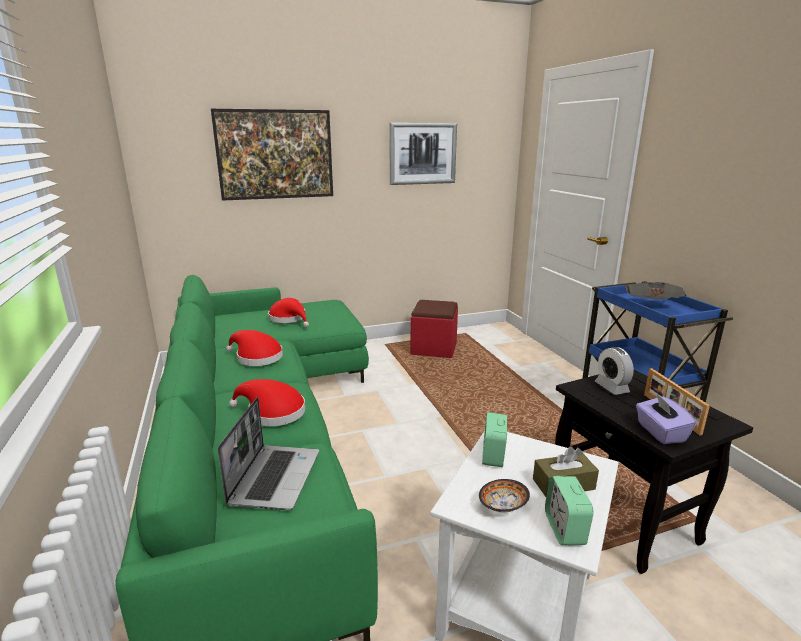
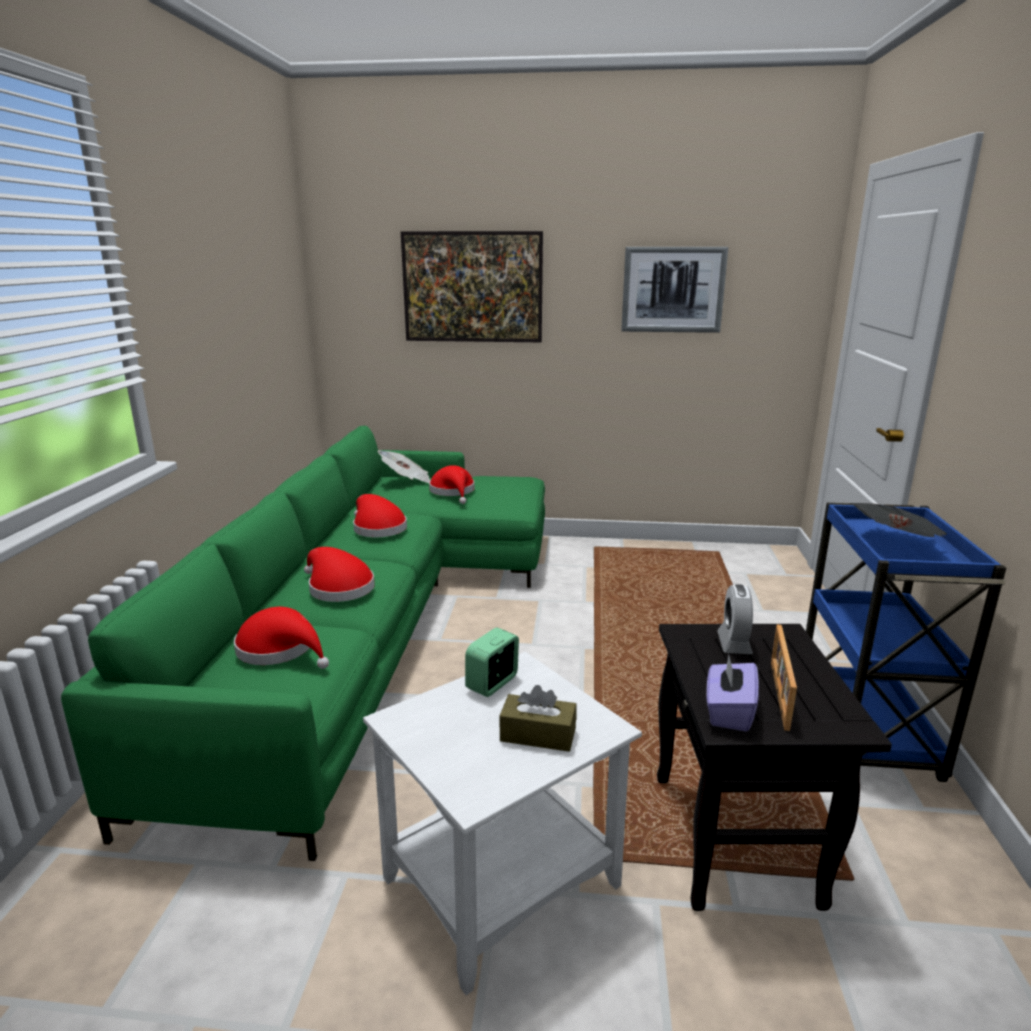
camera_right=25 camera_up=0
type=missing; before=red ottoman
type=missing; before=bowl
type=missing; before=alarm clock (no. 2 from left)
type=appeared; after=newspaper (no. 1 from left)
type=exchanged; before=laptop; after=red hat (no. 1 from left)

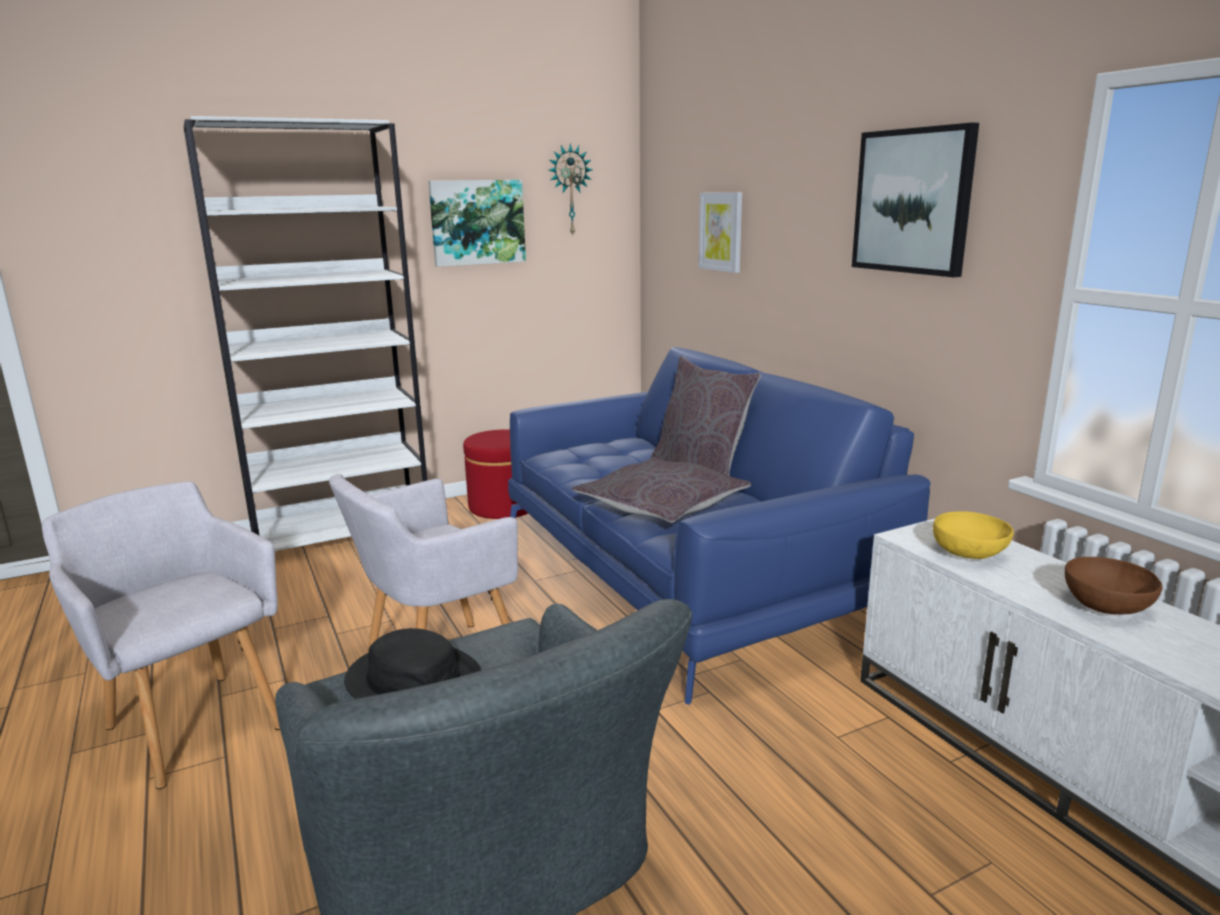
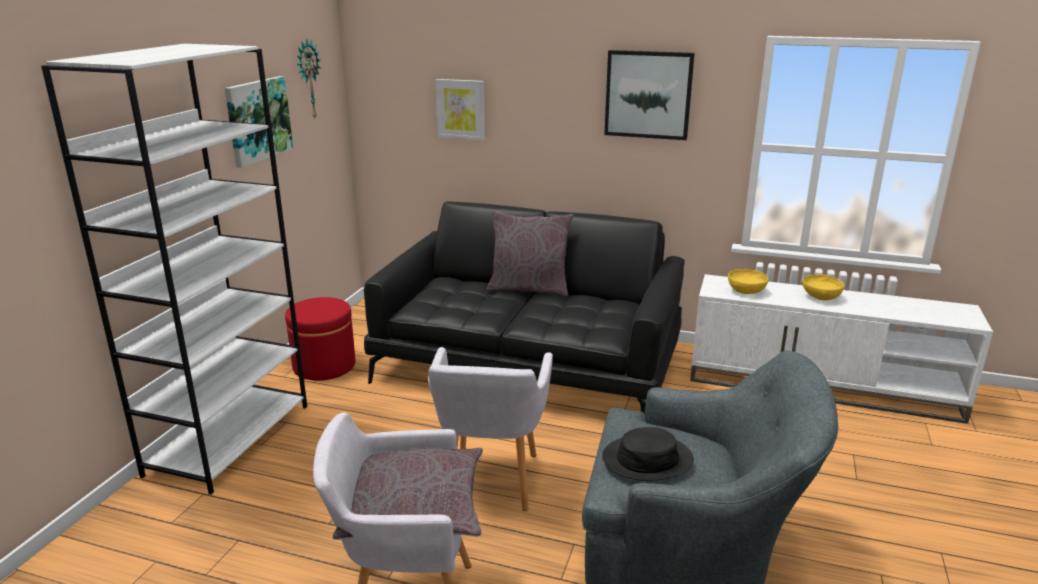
camera_right=-45 camera_up=5
type=relocated; before=grey pillow (no. 1 from left)
type=colour; before=blue sofa; after=black sofa
type=colour; before=brown bowl; after=yellow bowl (no. 2 from left)

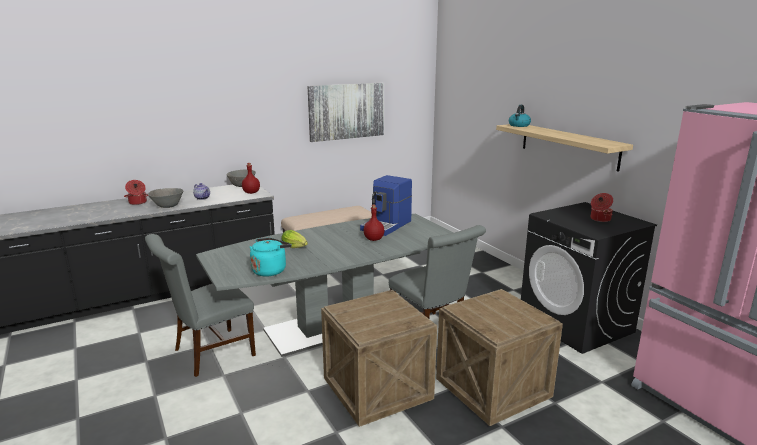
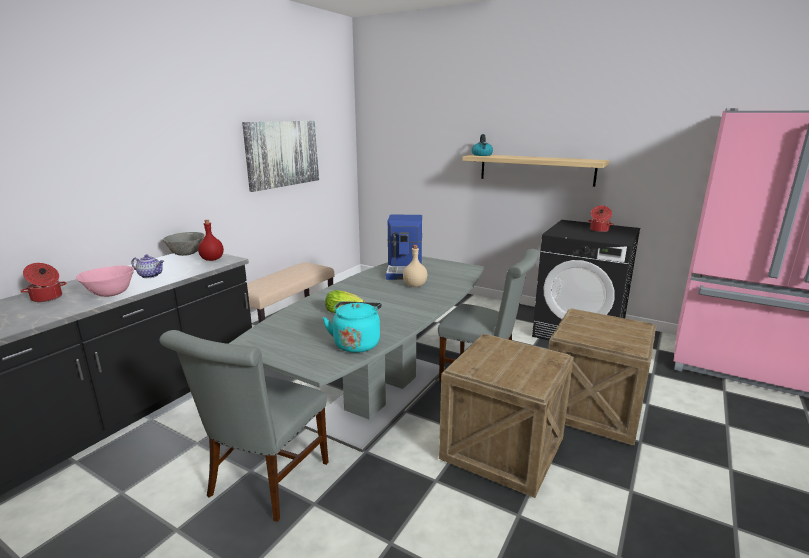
camera_right=-30 camera_up=0
type=colour; before=grey bowl (no. 1 from left); after=pink bowl
type=colour; before=red bottle (no. 2 from left); after=beige bottle

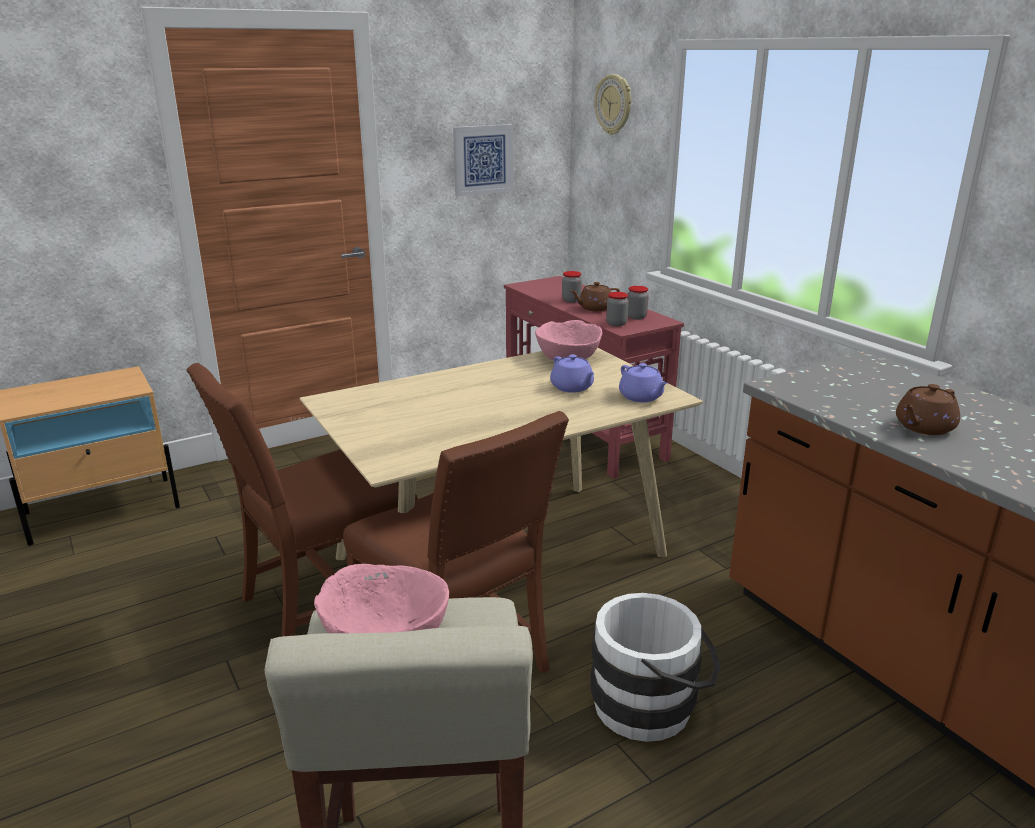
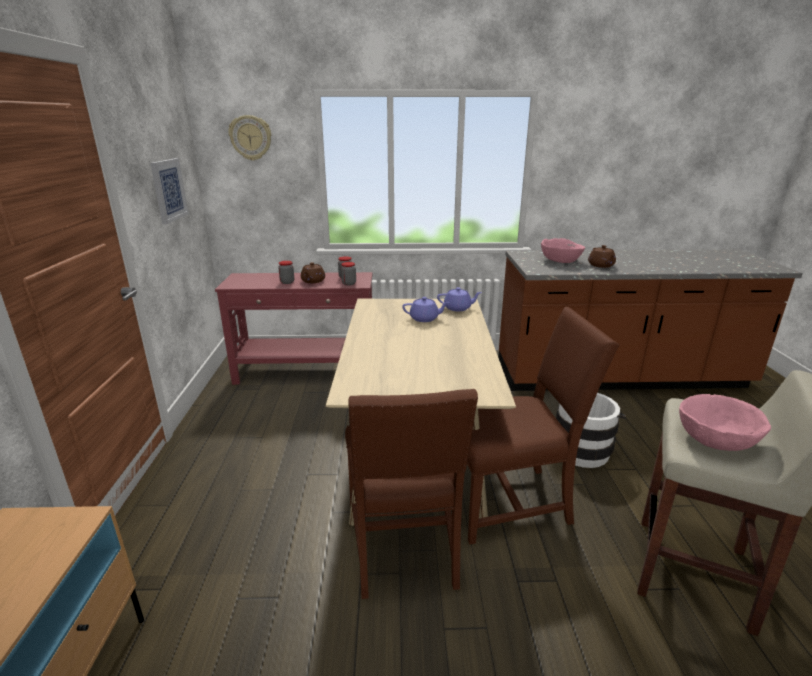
camera_right=-60 camera_up=0
type=relocated; before=pink bowl (no. 2 from left in the first image); after=pink bowl (no. 1 from left)

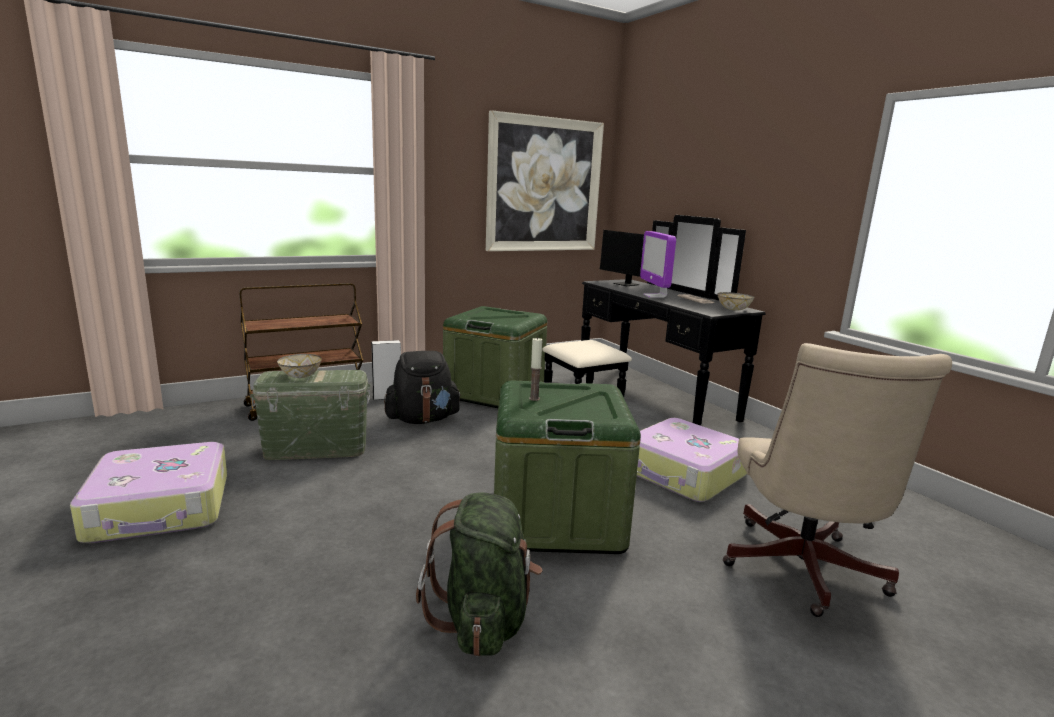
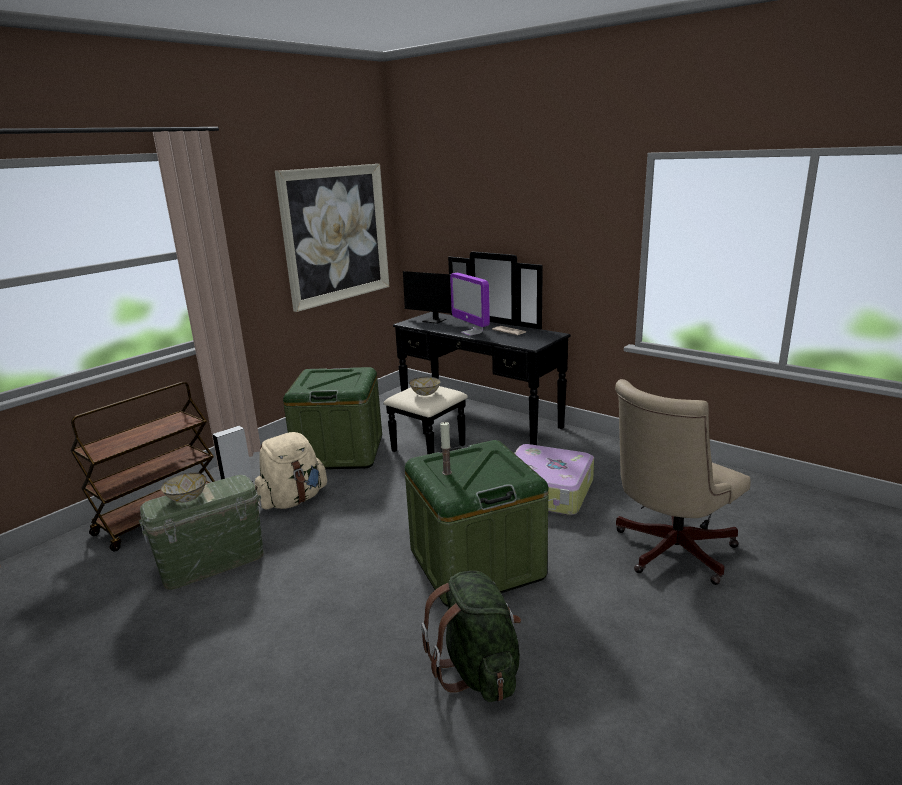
camera_right=-20 camera_up=5
type=missing; before=suitcase (no. 1 from left)
type=relocated; before=bowl (no. 2 from left)
type=colour; before=black backpack; after=beige backpack
type=spun; before=beige office chair; turn=60

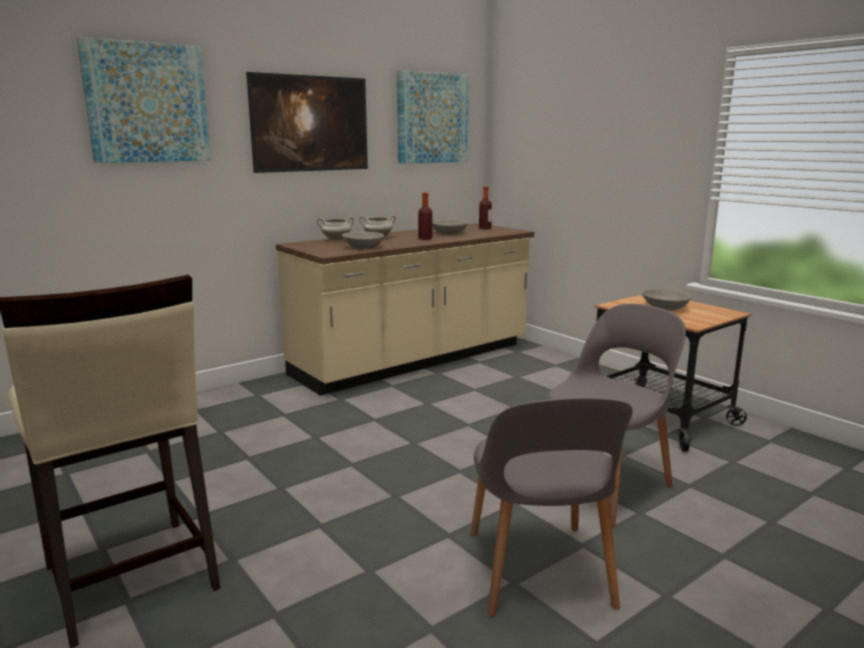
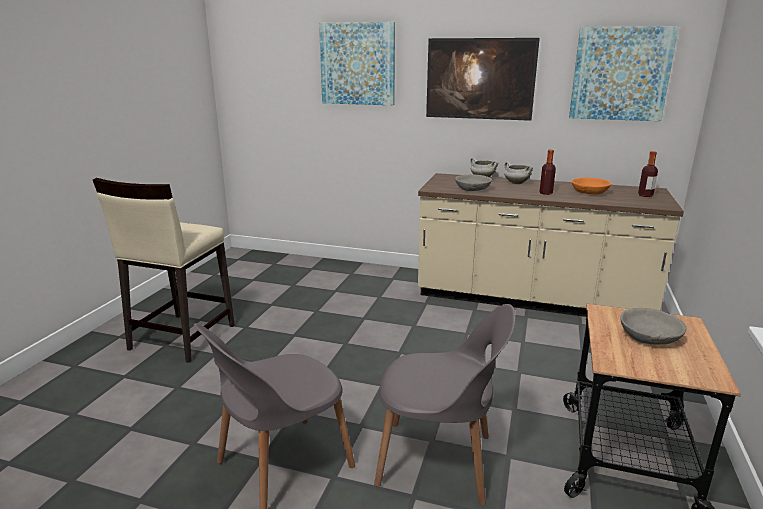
camera_right=55 camera_up=5
type=colour; before=grey bowl (no. 2 from left); after=orange bowl

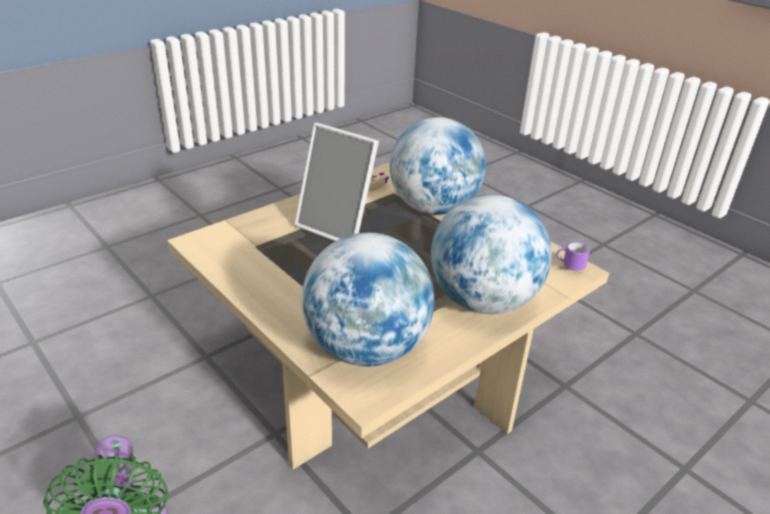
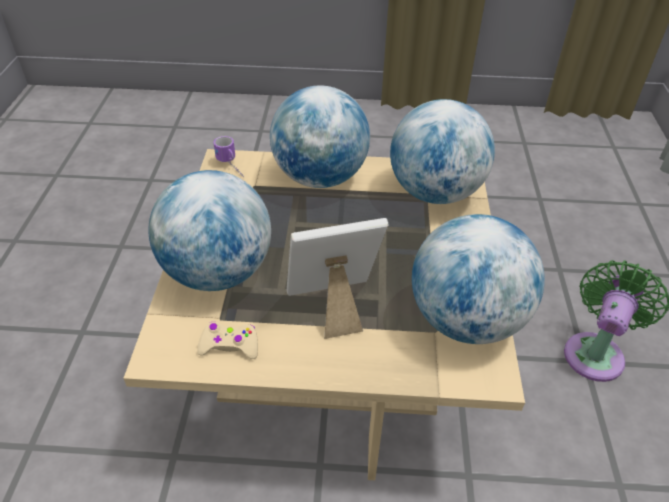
camera_right=-135 camera_up=10
type=appeared; after=globe (no. 4 from left)
type=spun; before=picture frame; turn=-90

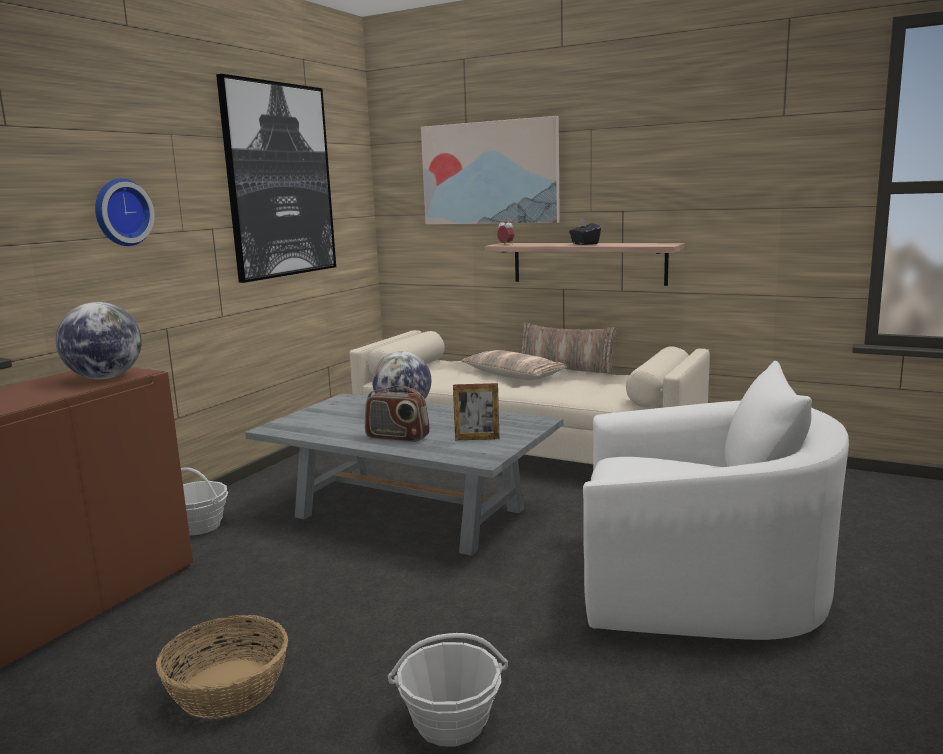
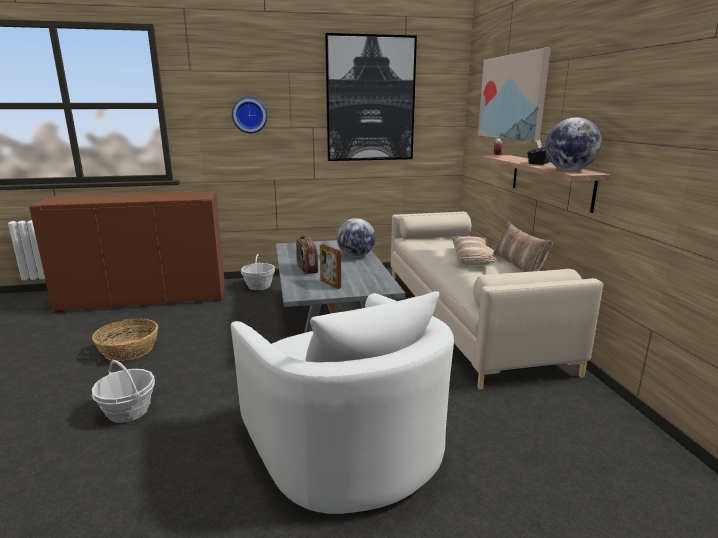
camera_right=50 camera_up=5
type=relocated; before=globe (no. 1 from left in the first image); after=globe (no. 2 from left)

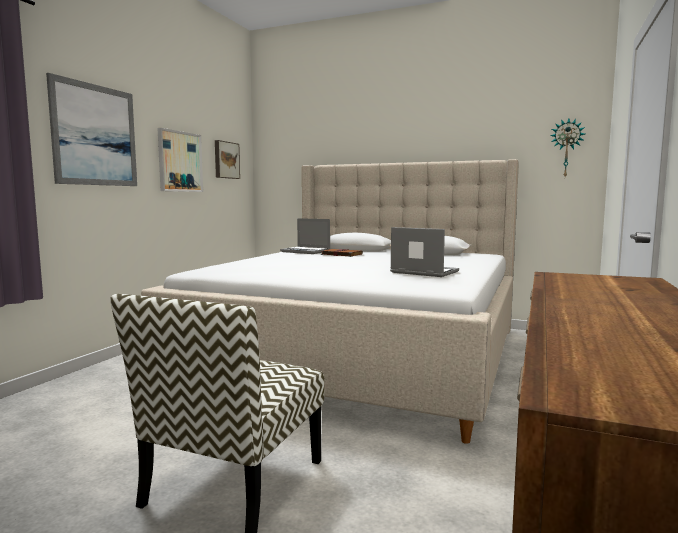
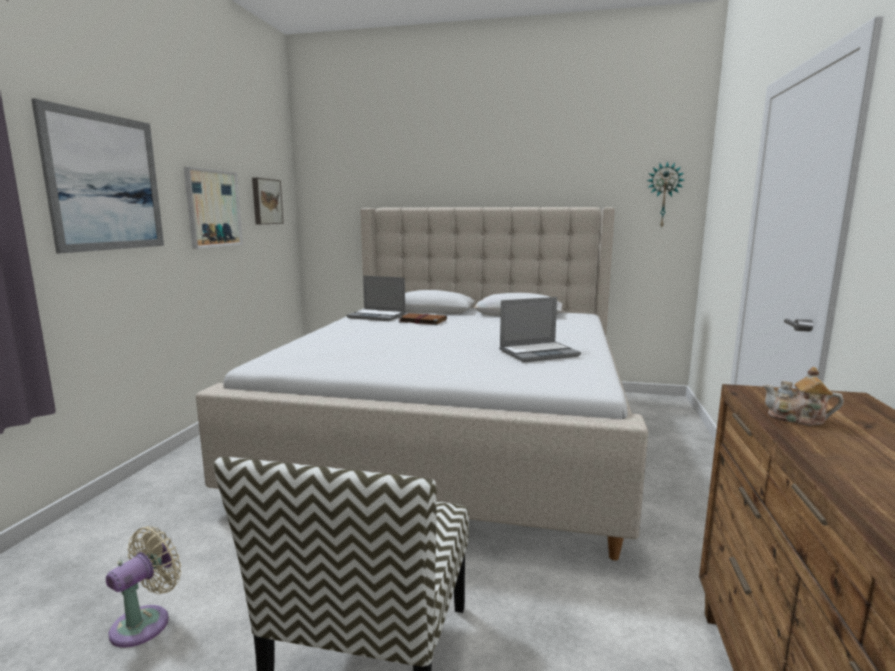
camera_right=-10 camera_up=5
type=appeared; after=beige fan
type=appeared; after=teapot
type=spun; before=laptop (no. 2 from left); turn=135

